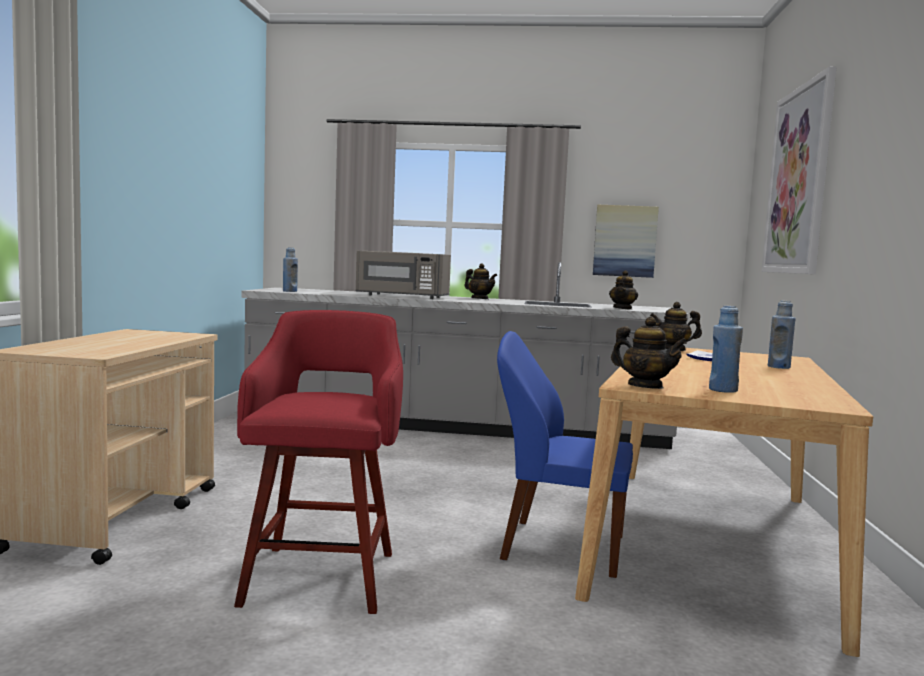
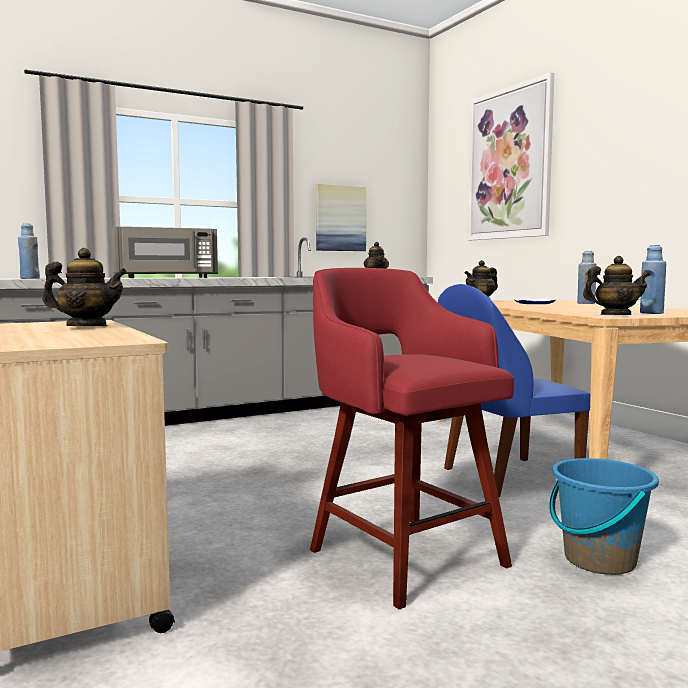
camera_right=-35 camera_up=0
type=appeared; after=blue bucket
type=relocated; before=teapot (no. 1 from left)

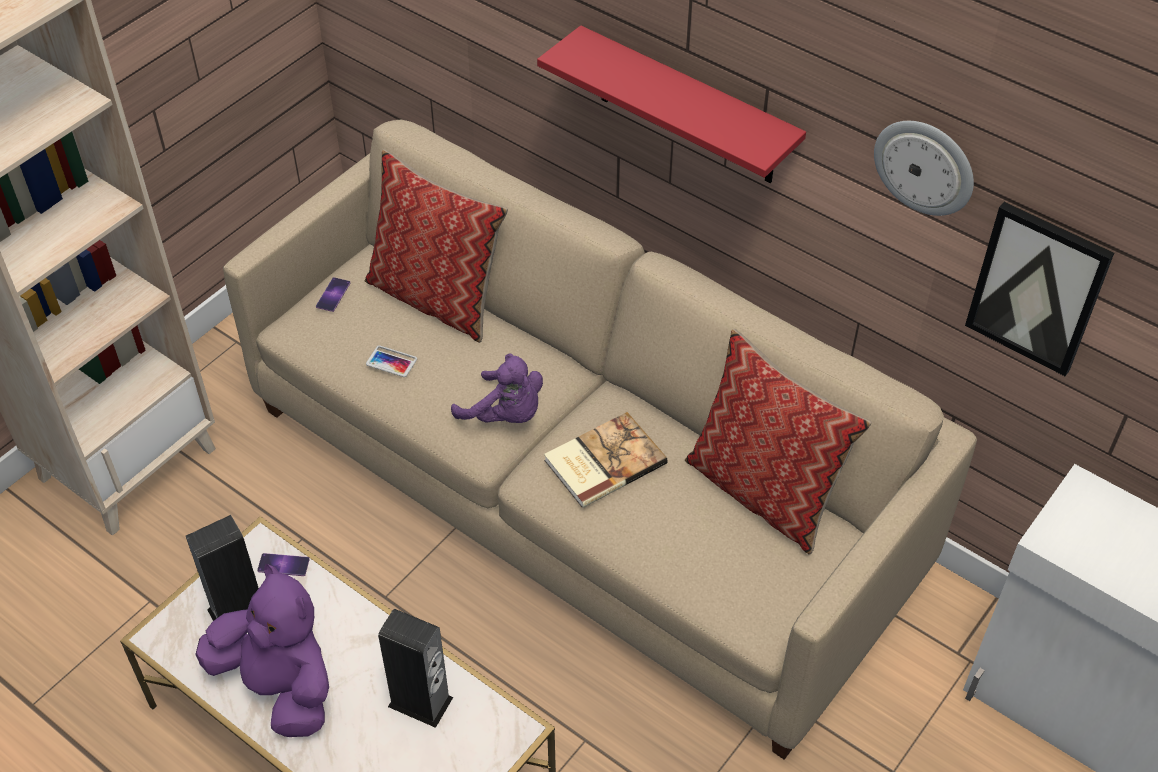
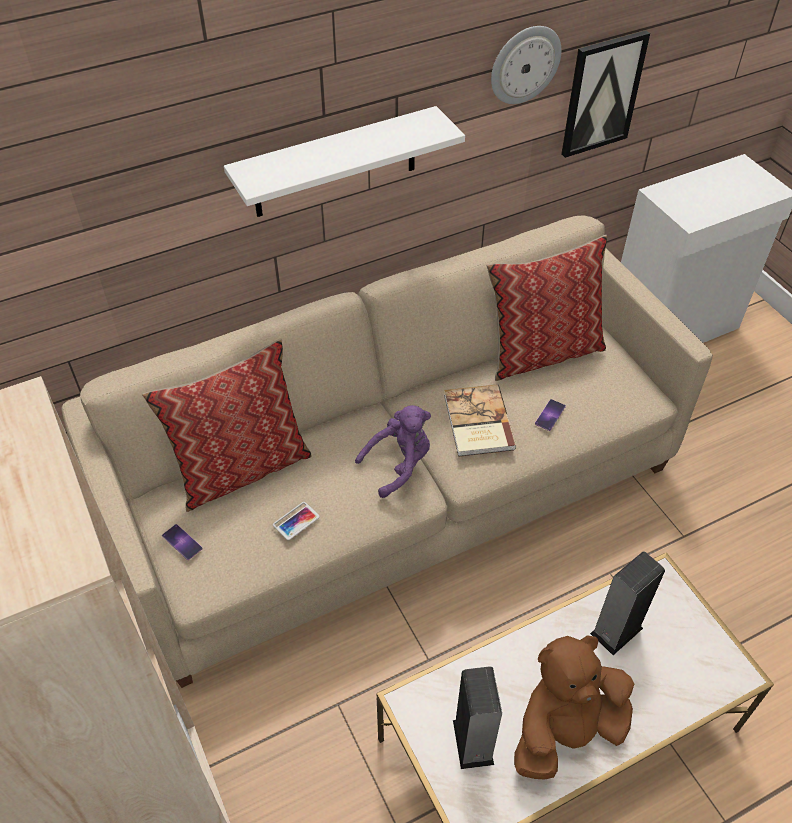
camera_right=-65 camera_up=0
type=relocated; before=phone (no. 1 from left in the first image); after=phone (no. 3 from left)
type=colour; before=purple plush toy (no. 1 from left); after=brown plush toy
type=colour; before=red shelf; after=white shelf

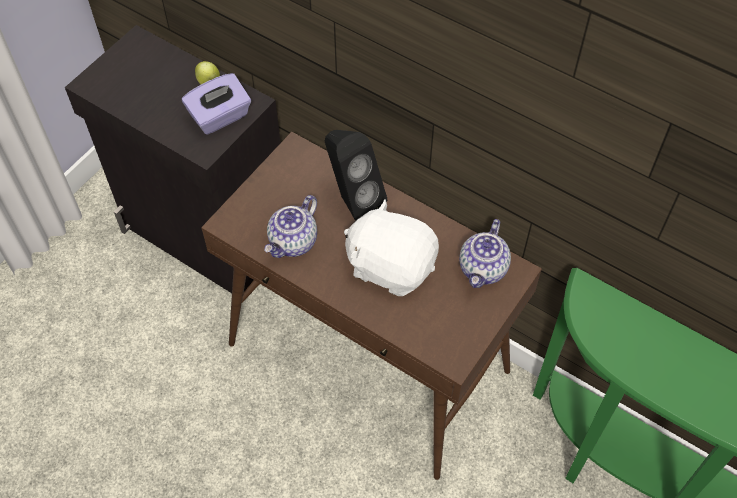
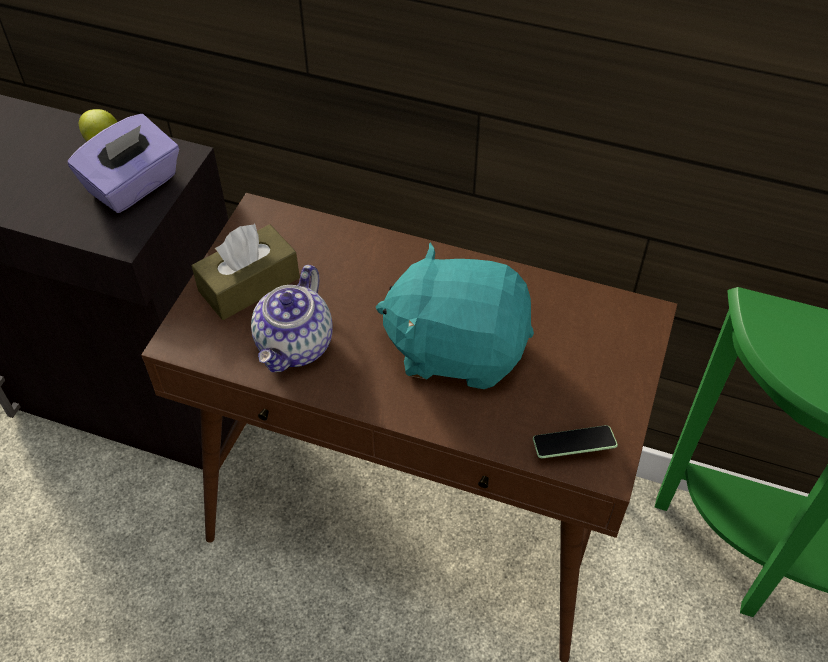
camera_right=-15 camera_up=-5
type=missing; before=black speaker
type=missing; before=teapot (no. 2 from left)
type=appeared; after=brown tissue box
type=appeared; after=phone
type=colour; before=white plush toy; after=turquoise plush toy

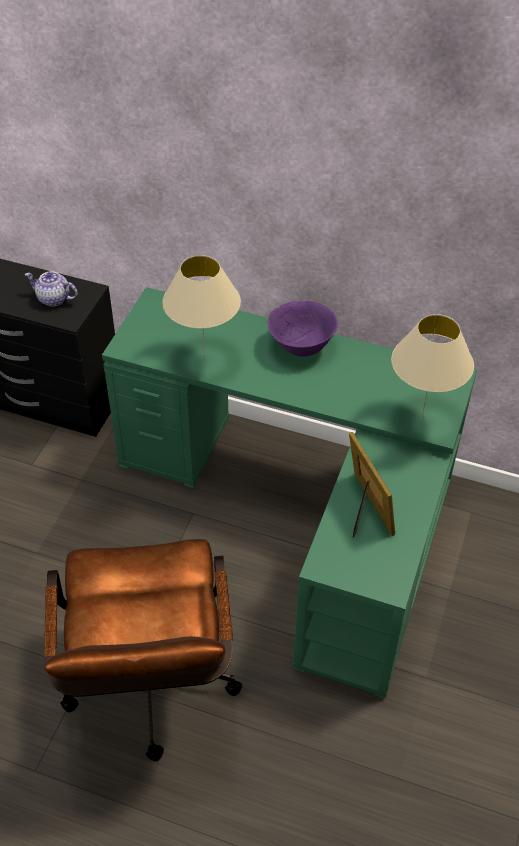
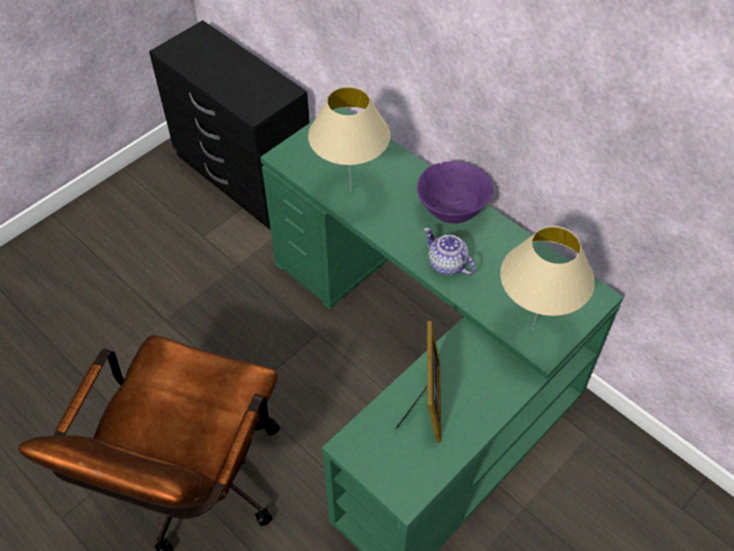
camera_right=25 camera_up=5
type=relocated; before=teapot

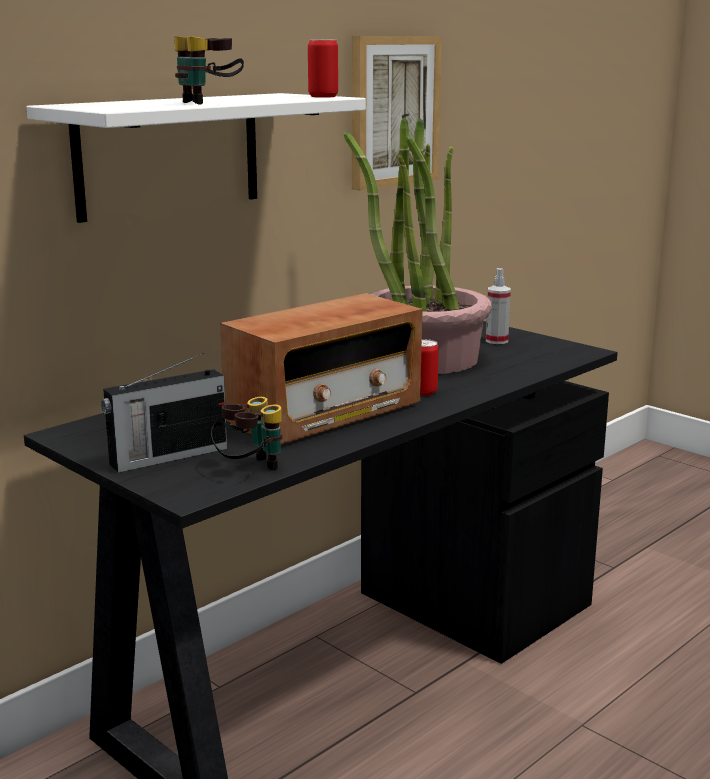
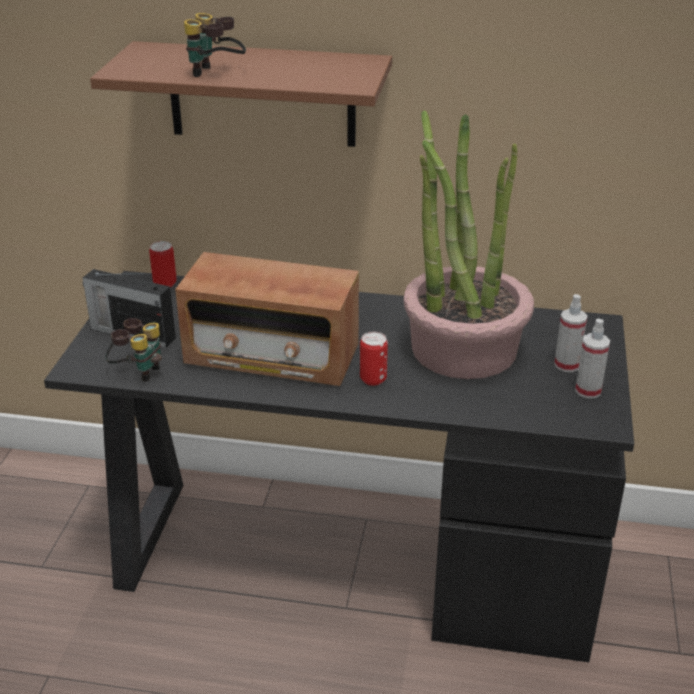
camera_right=55 camera_up=15
type=missing; before=picture
type=appeared; after=spray bottle (no. 2 from left)
type=relocated; before=can (no. 1 from left)
type=colour; before=white shelf; after=brown shelf

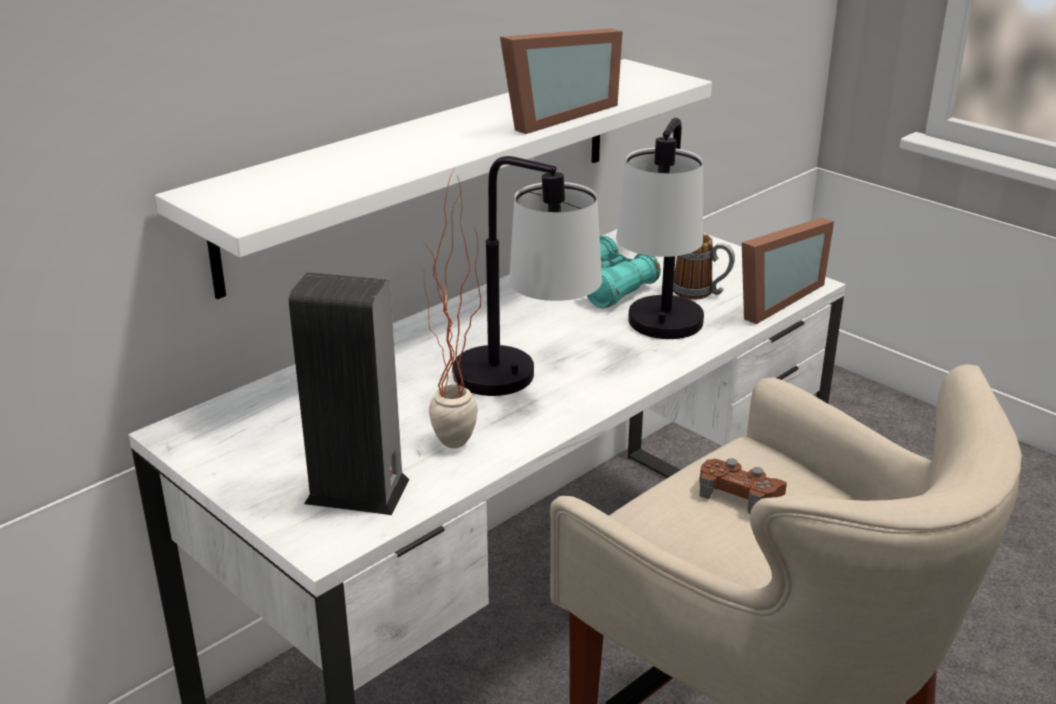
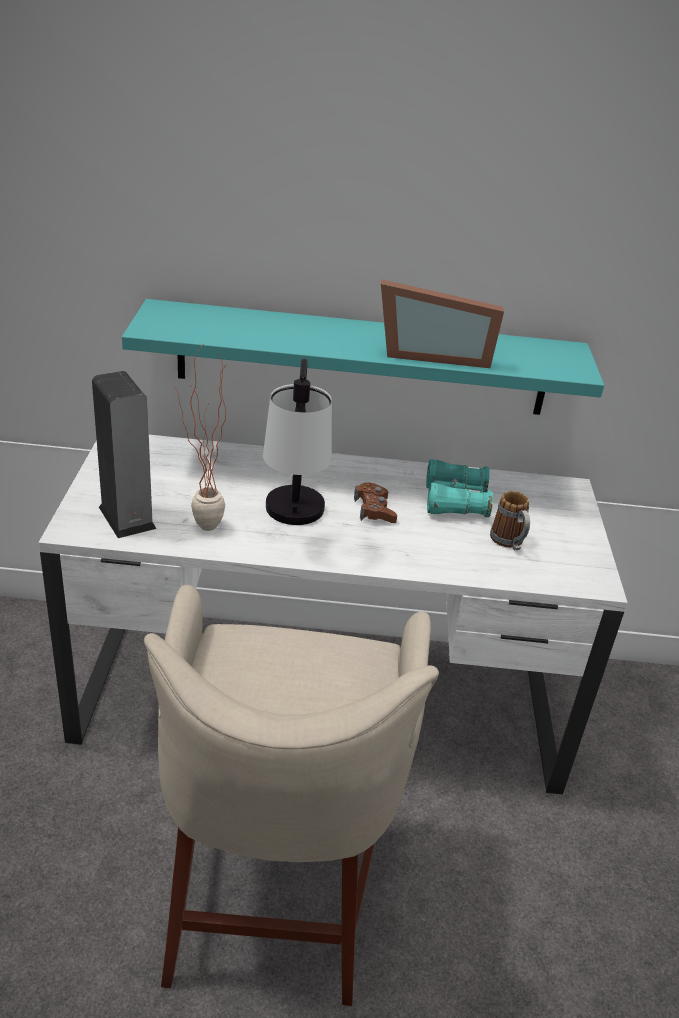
camera_right=45 camera_up=5
type=missing; before=table lamp (no. 2 from left)
type=missing; before=picture frame (no. 2 from left)
type=relocated; before=brown game controller
type=colour; before=white shelf; after=turquoise shelf

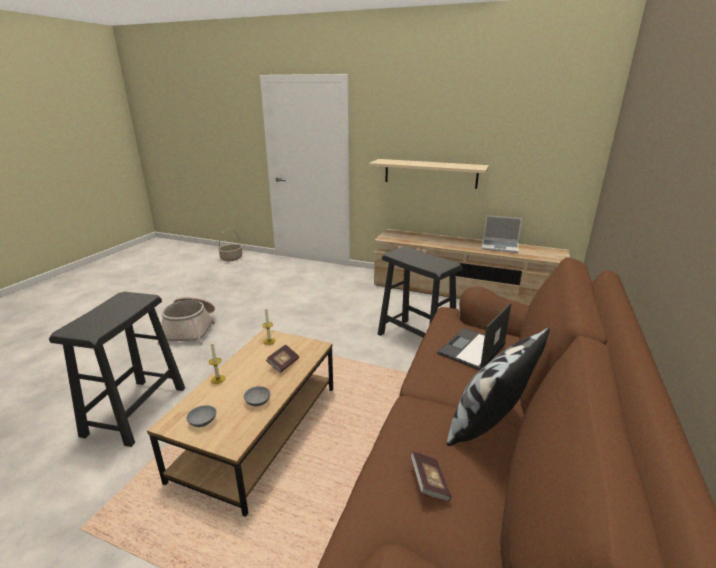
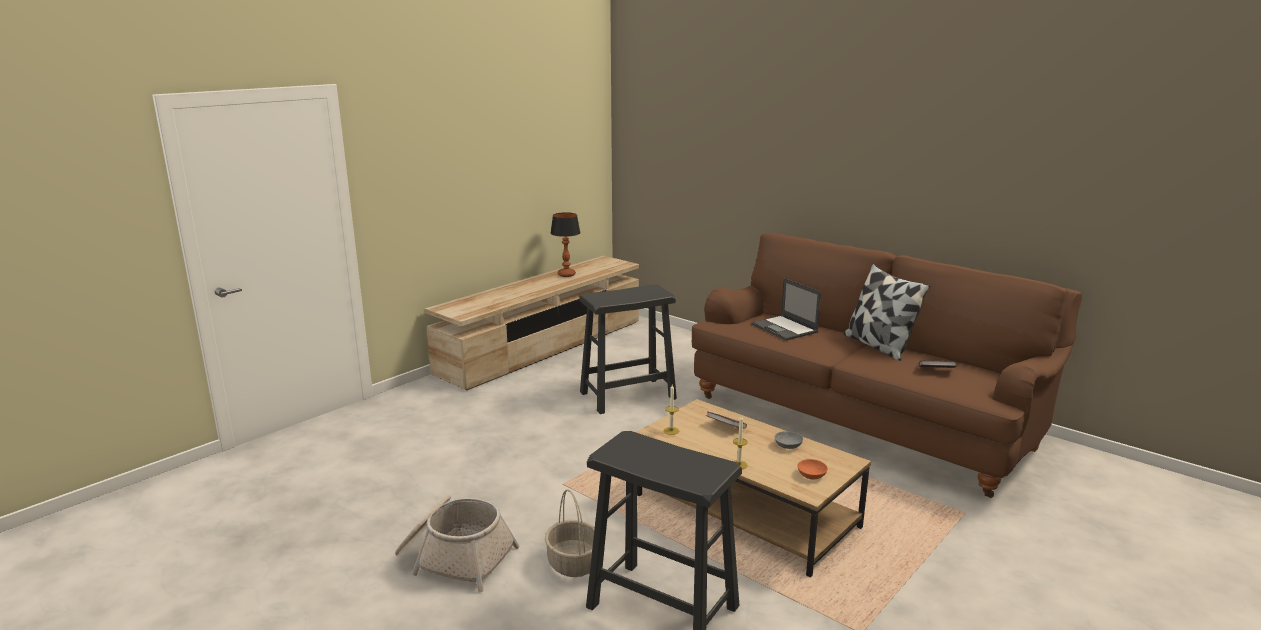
camera_right=-70 camera_up=-5
type=missing; before=beige shelf
type=relocated; before=basket (no. 2 from left)
type=exchanged; before=laptop (no. 2 from left); after=table lamp
type=colour; before=grey bowl (no. 1 from left); after=orange bowl

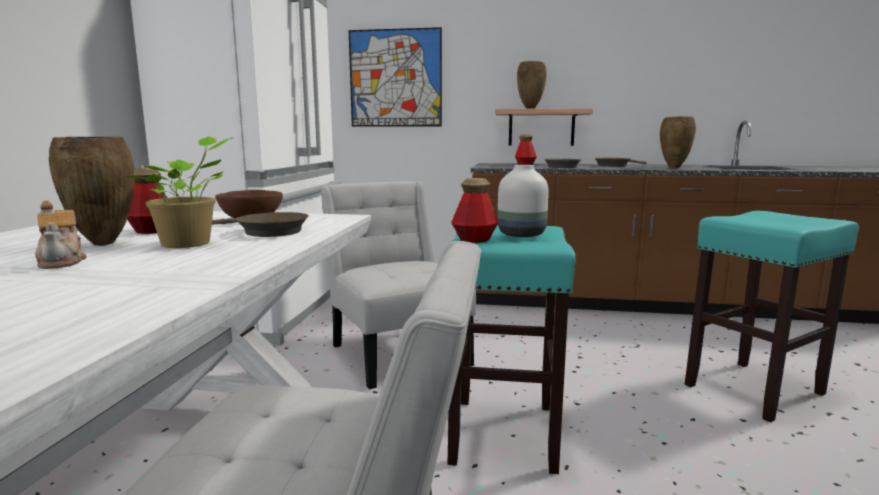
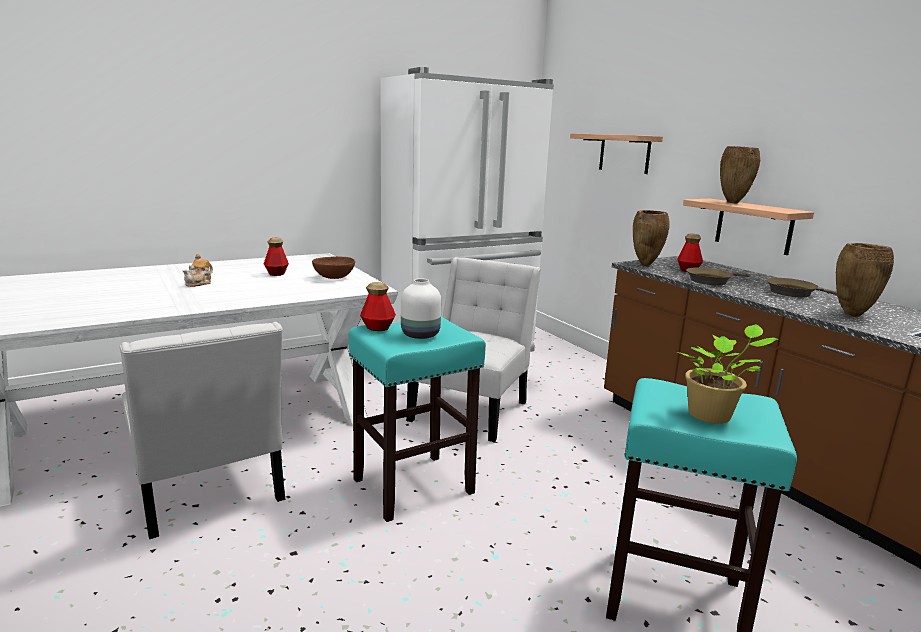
camera_right=50 camera_up=5
type=missing; before=brown frying pan (no. 1 from left)
type=relocated; before=brown vase (no. 1 from left)
type=relocated; before=potted plant
type=exchanged; before=picture; after=shelf (no. 1 from left)

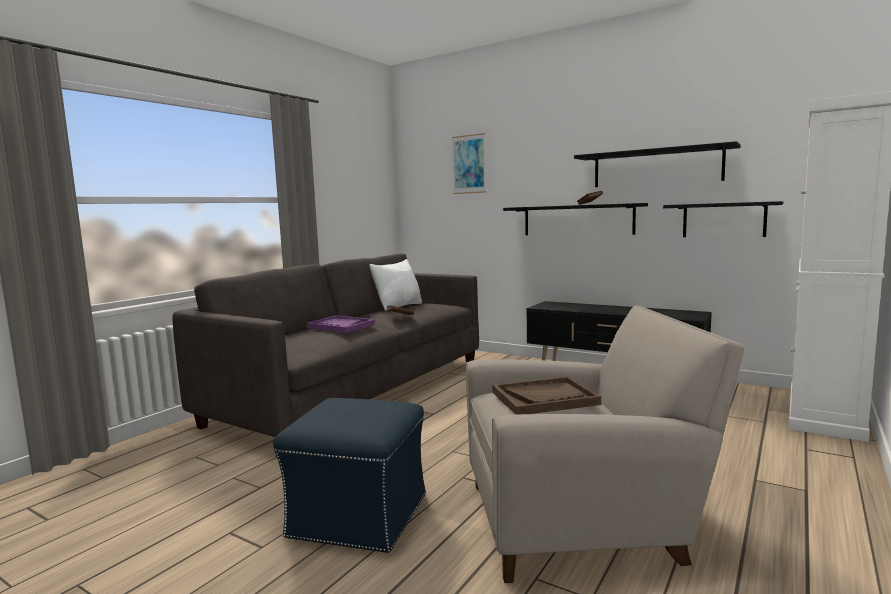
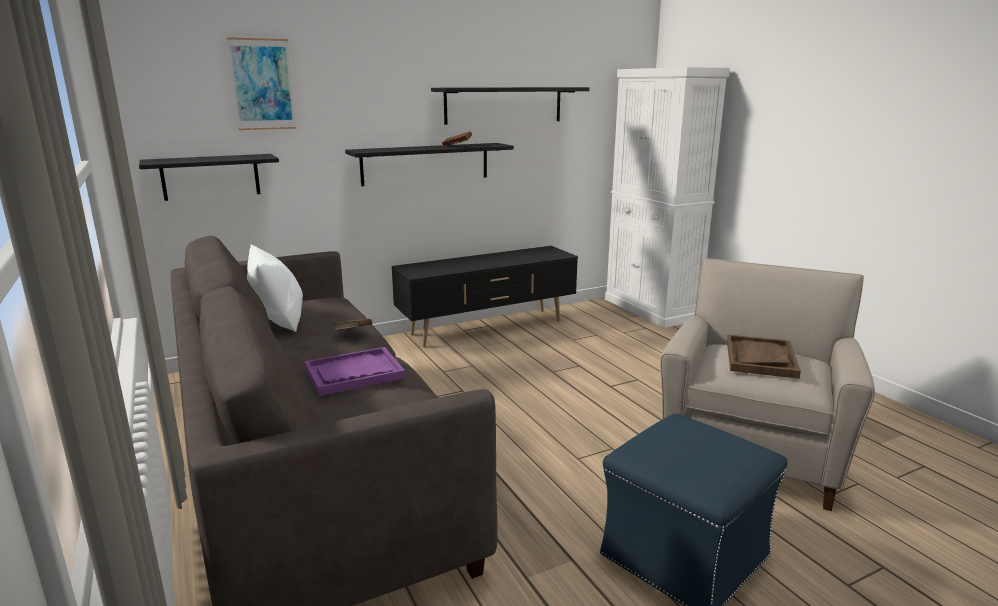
camera_right=-60 camera_up=10
type=relocated; before=black shelf (no. 3 from left in the first image); after=black shelf (no. 1 from left)

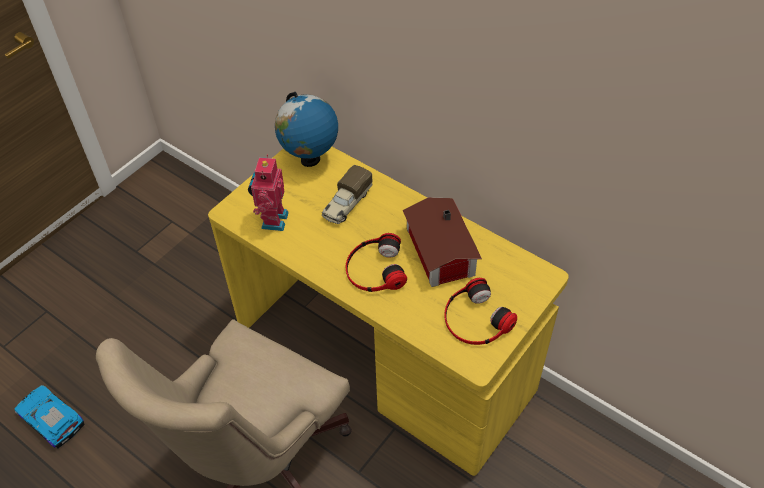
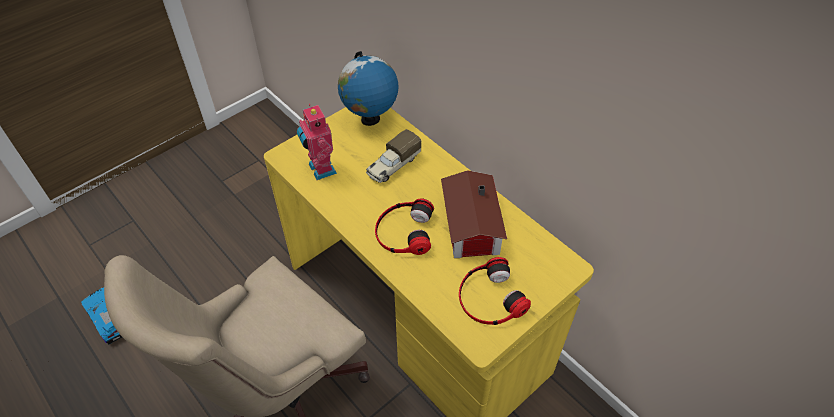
camera_right=10 camera_up=0
type=spun; before=toy robot; turn=-45

